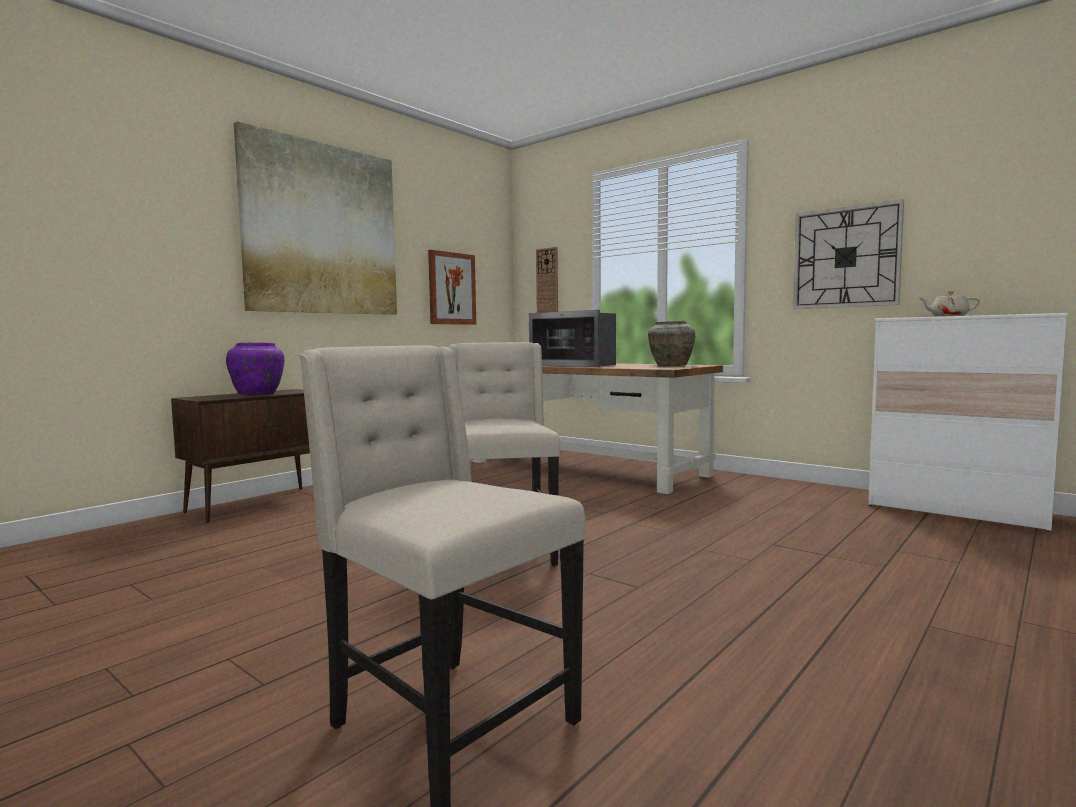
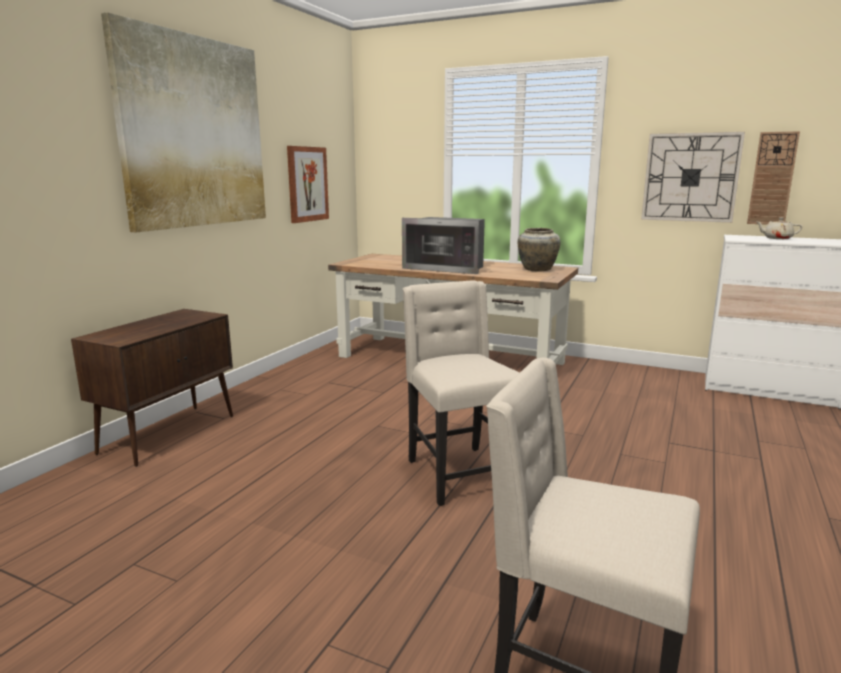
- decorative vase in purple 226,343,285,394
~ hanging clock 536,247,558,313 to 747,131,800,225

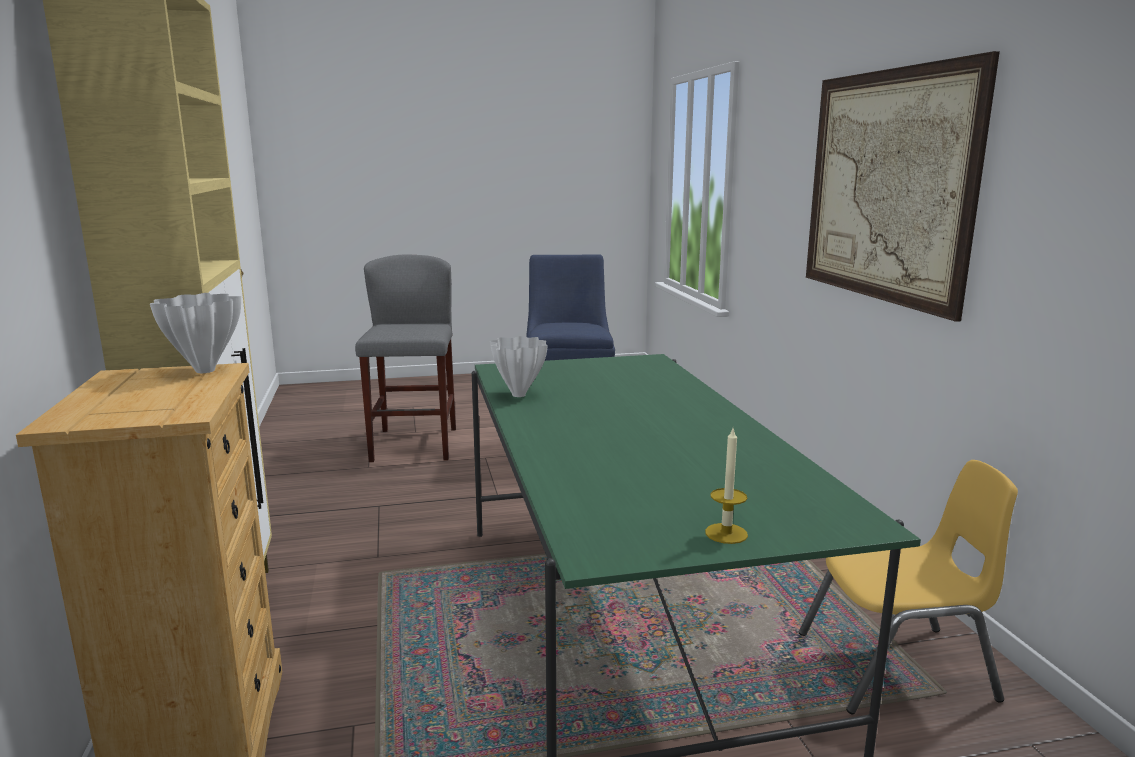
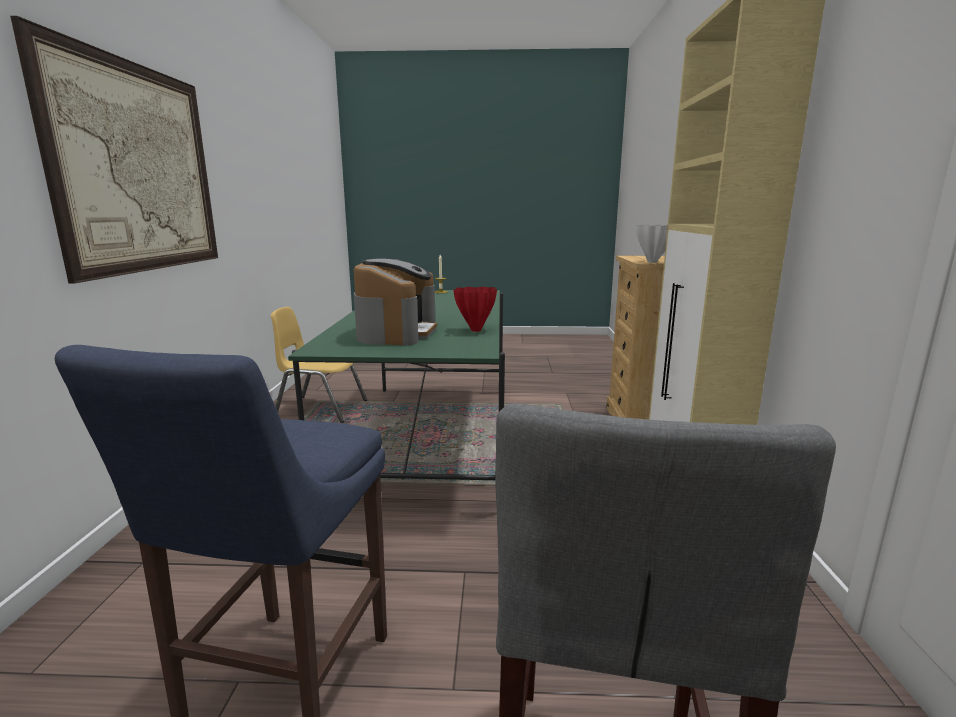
+ coffee maker 354,258,437,346
~ decorative vase in white-coloured 490,336,548,397 to decorative vase in red 453,287,497,332

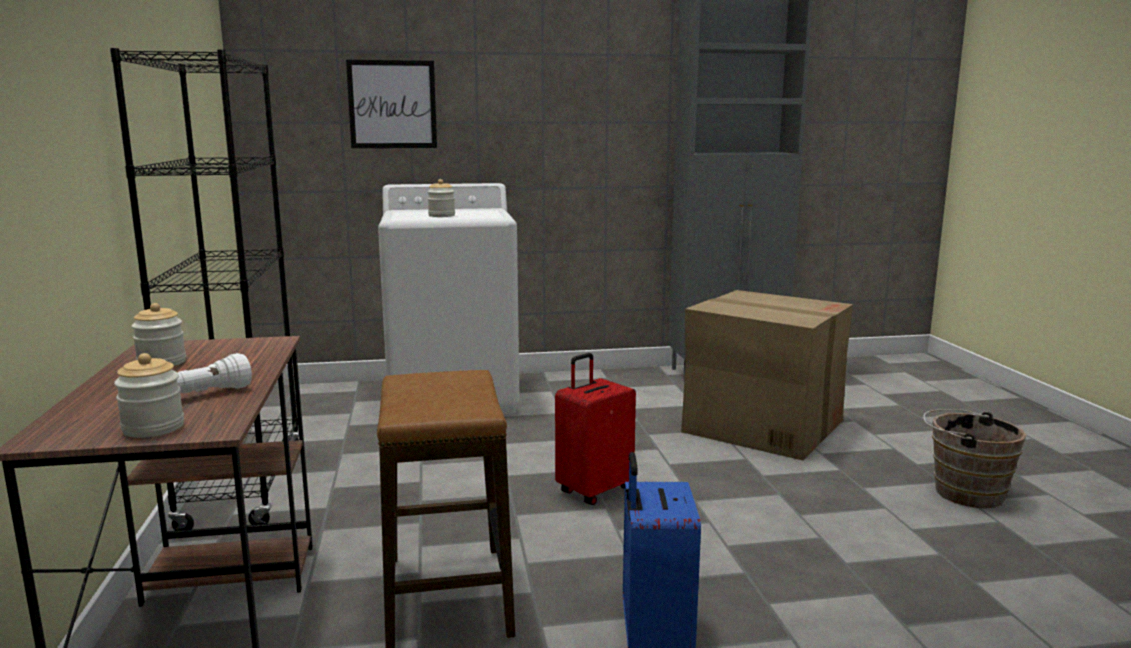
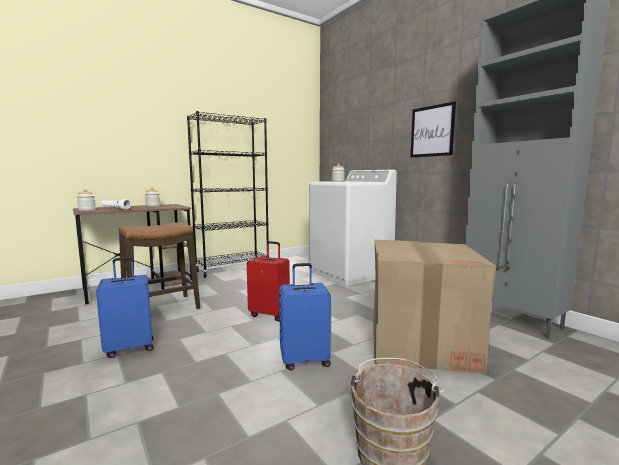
+ suitcase in blue 279,263,331,370
~ picture 346,60,437,148 to 410,101,456,158

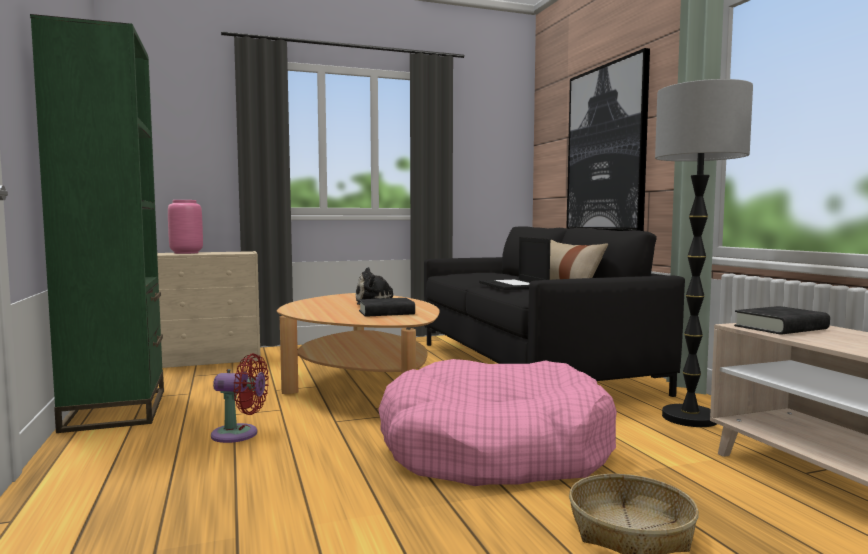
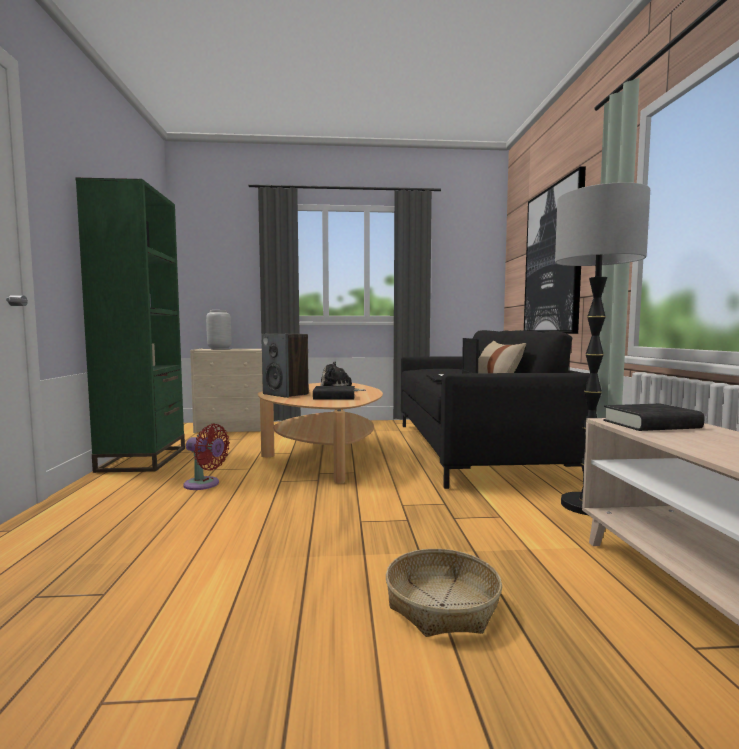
- dog bed in pink-coloured 378,359,617,486
+ loudspeaker 262,333,309,398
~ decorative vase in pink-coloured 168,200,203,254 to decorative vase in gray 206,310,231,350

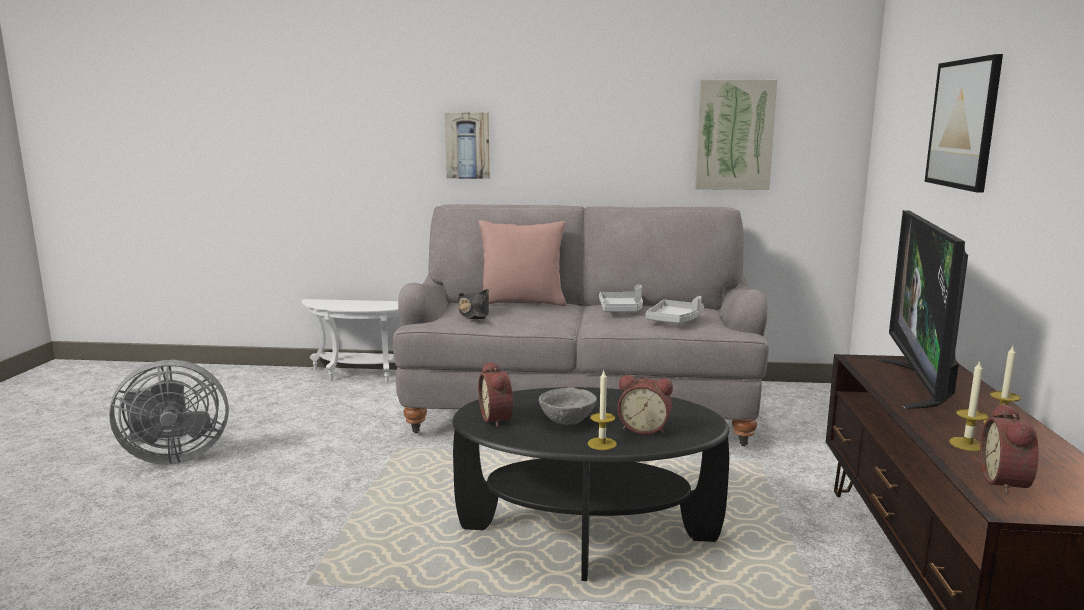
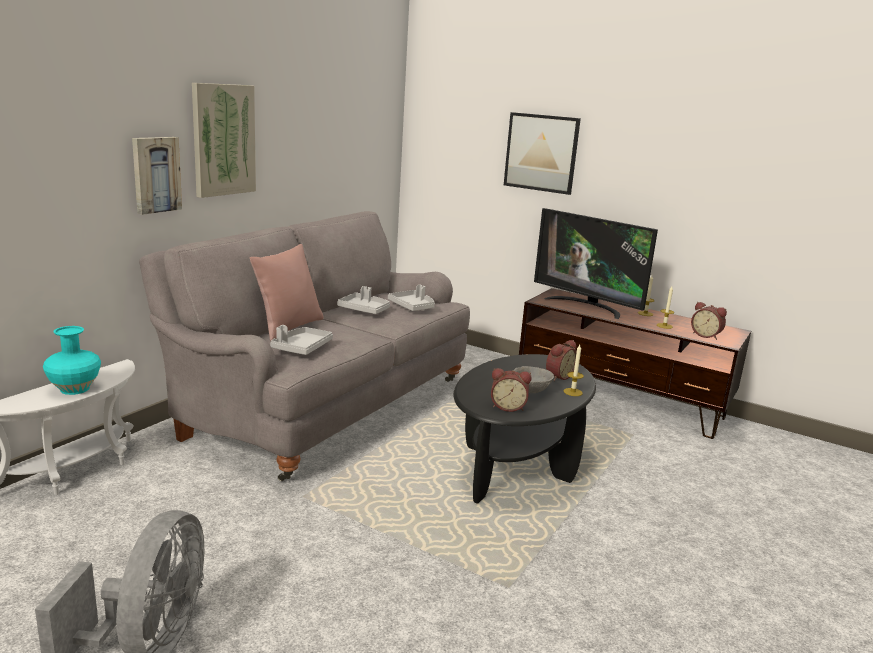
+ decorative vase in turquoise 43,326,101,395
~ picture 695,80,777,190 to 192,83,256,198
~ hat in black 458,289,489,319 to serving tray in gray 270,325,333,355

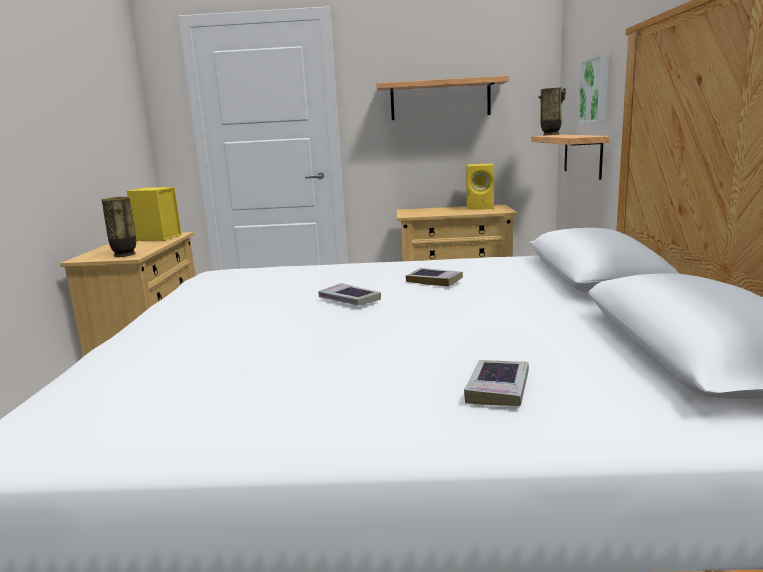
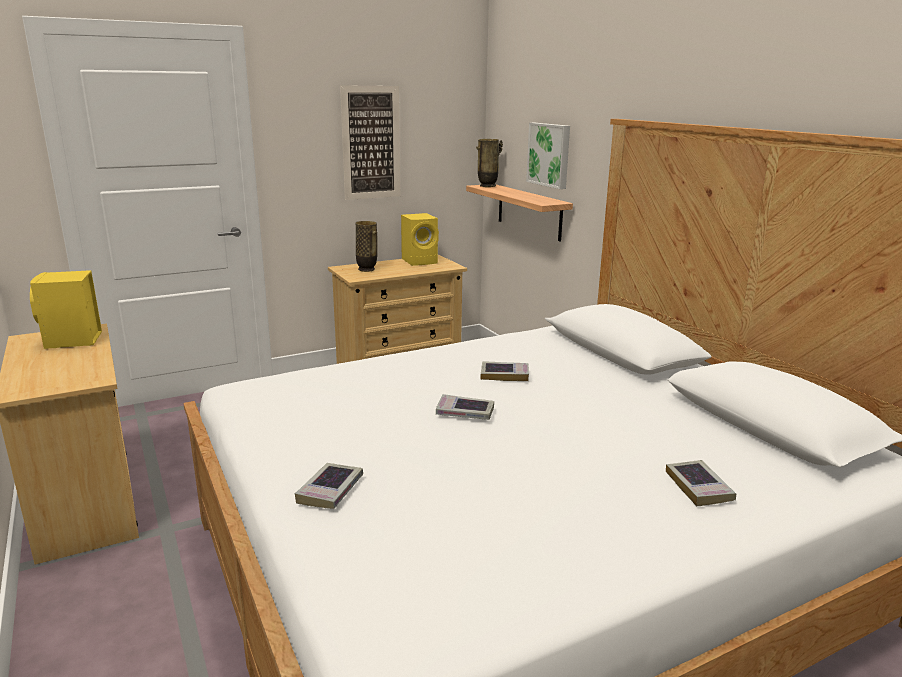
+ volume 295,463,363,509
~ decorative vase 101,197,136,257 to 355,221,377,272
~ shelf 376,76,509,120 to picture 340,85,400,200

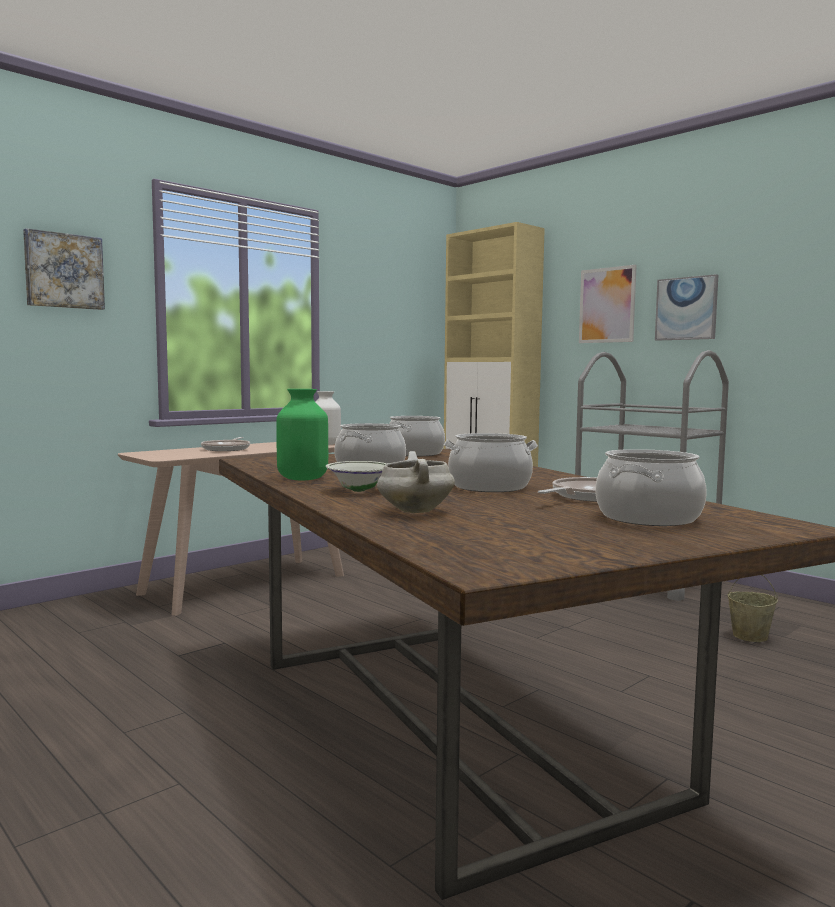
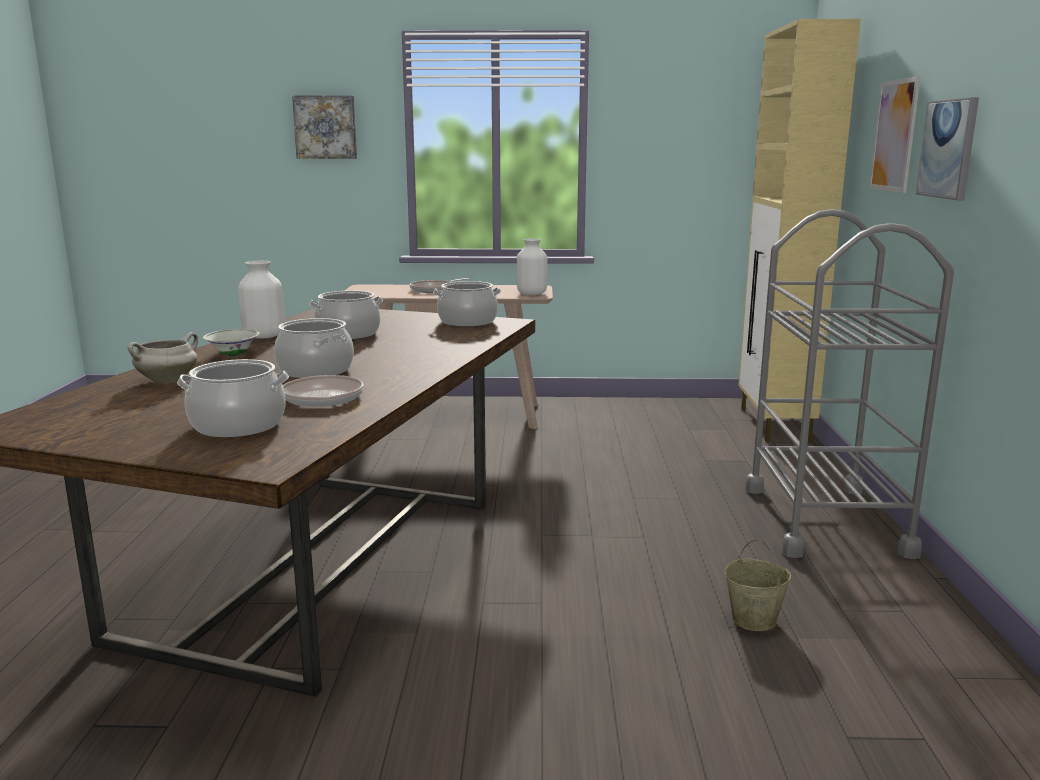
~ decorative vase in green-coloured 276,389,328,480 to decorative vase in white-coloured 238,261,285,339

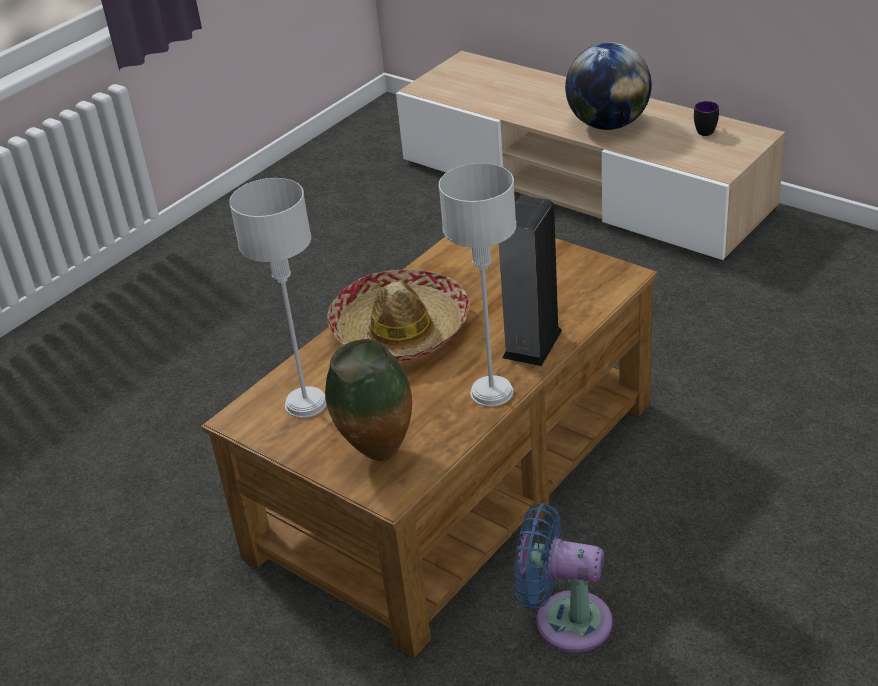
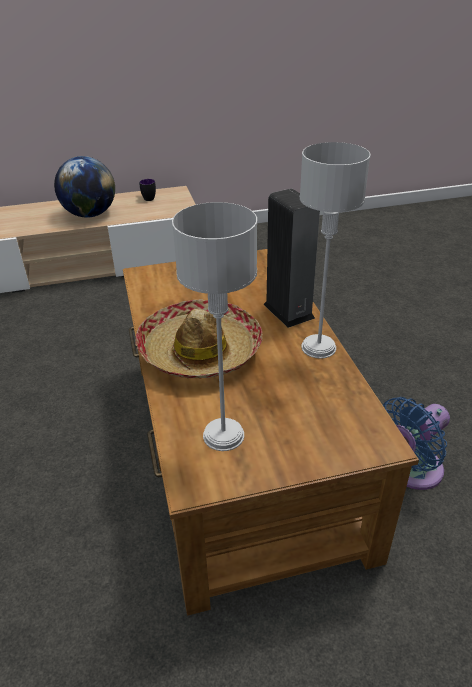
- decorative vase 325,339,412,461

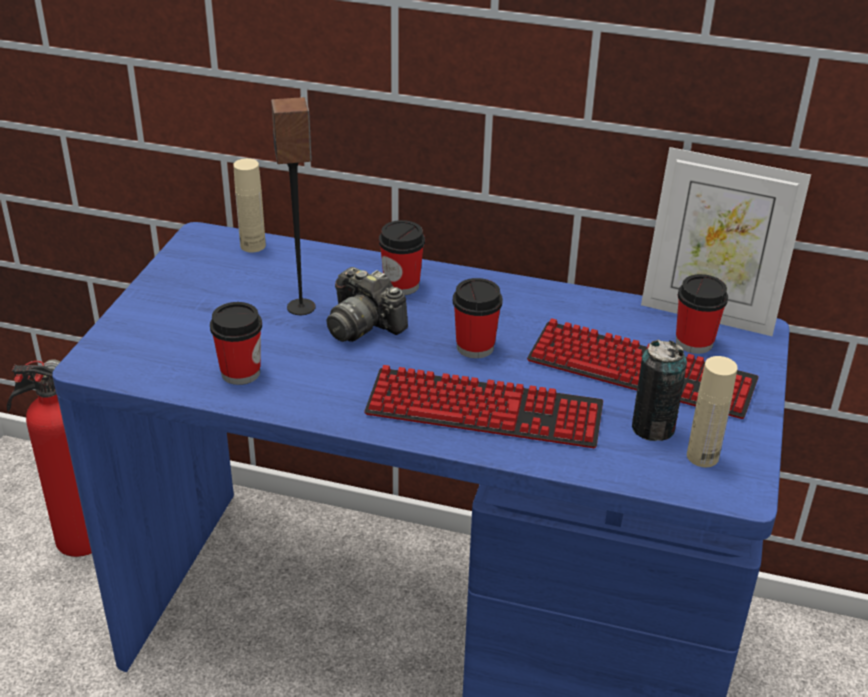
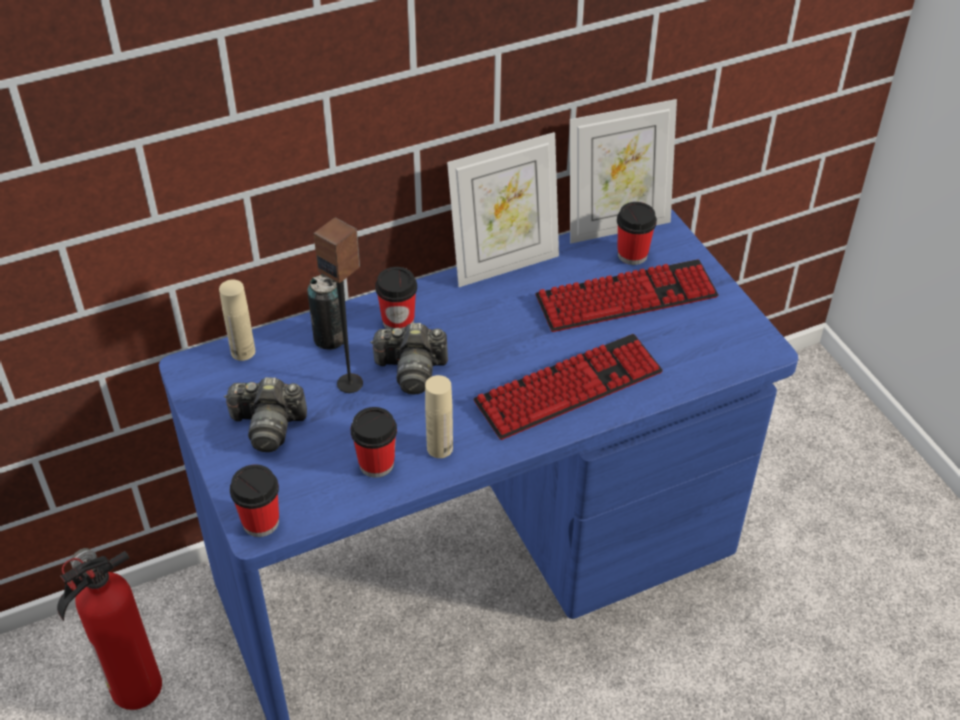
+ still camera 224,377,307,452
+ standing frame 447,132,559,287
~ drinking cup 453,278,503,358 to 230,464,279,537
~ sealed can 632,339,687,441 to 307,274,344,350
~ drink bottle in beige 687,356,738,467 to 425,375,453,458

